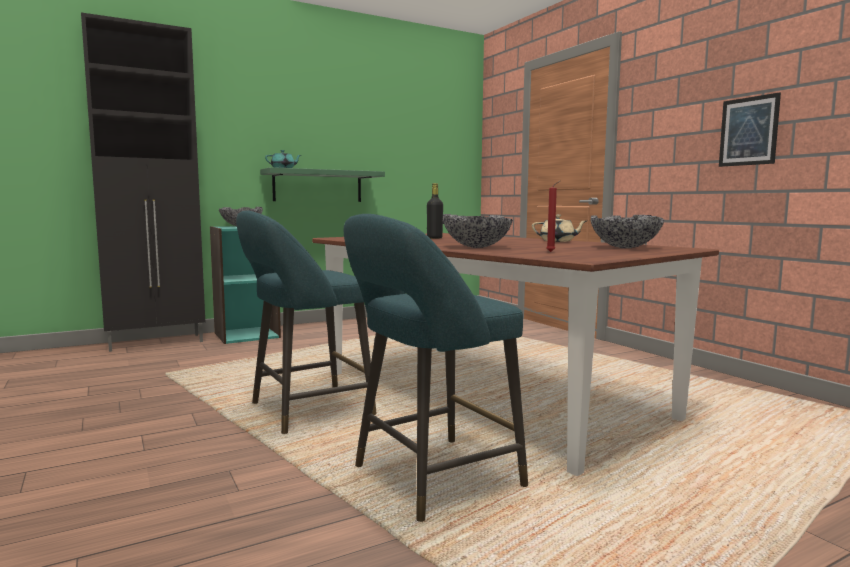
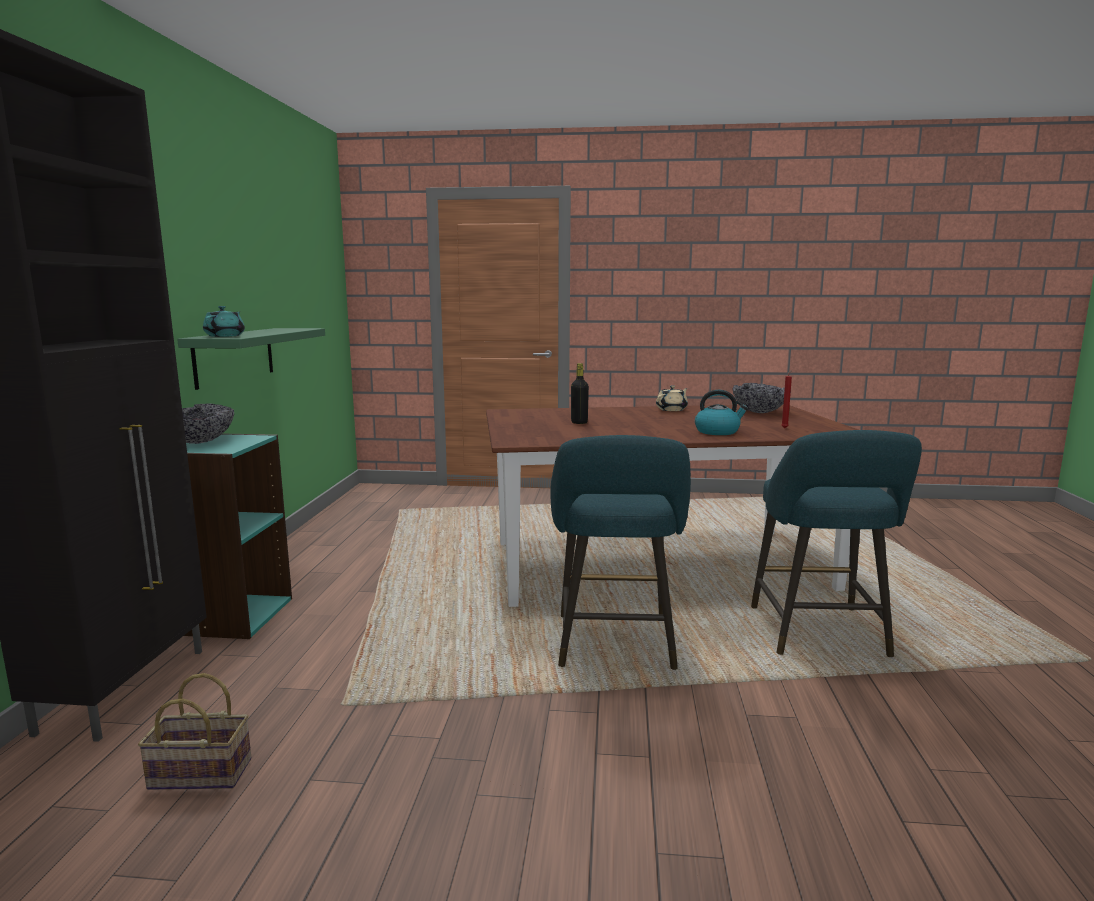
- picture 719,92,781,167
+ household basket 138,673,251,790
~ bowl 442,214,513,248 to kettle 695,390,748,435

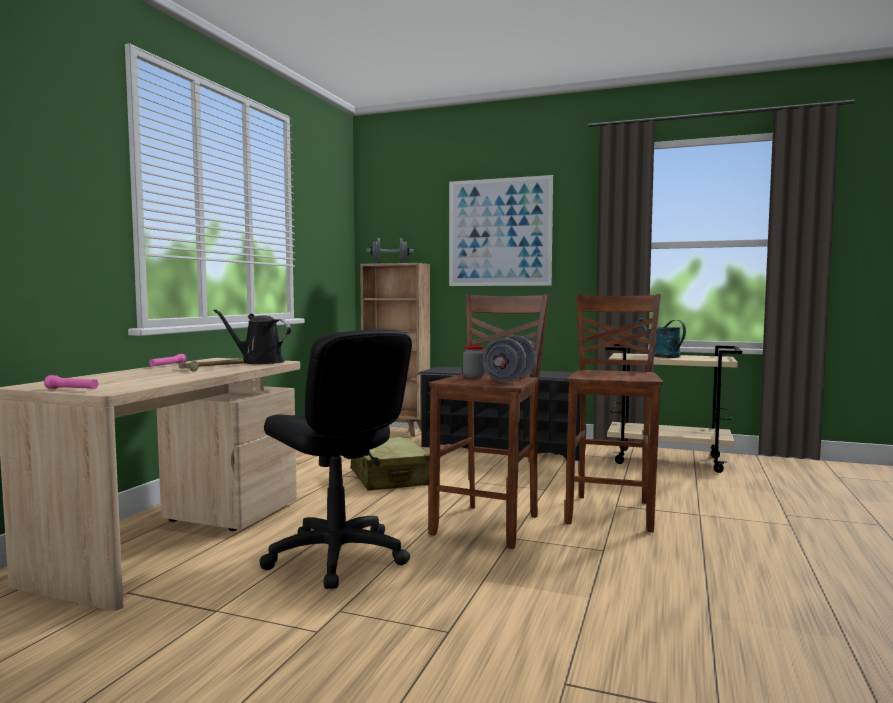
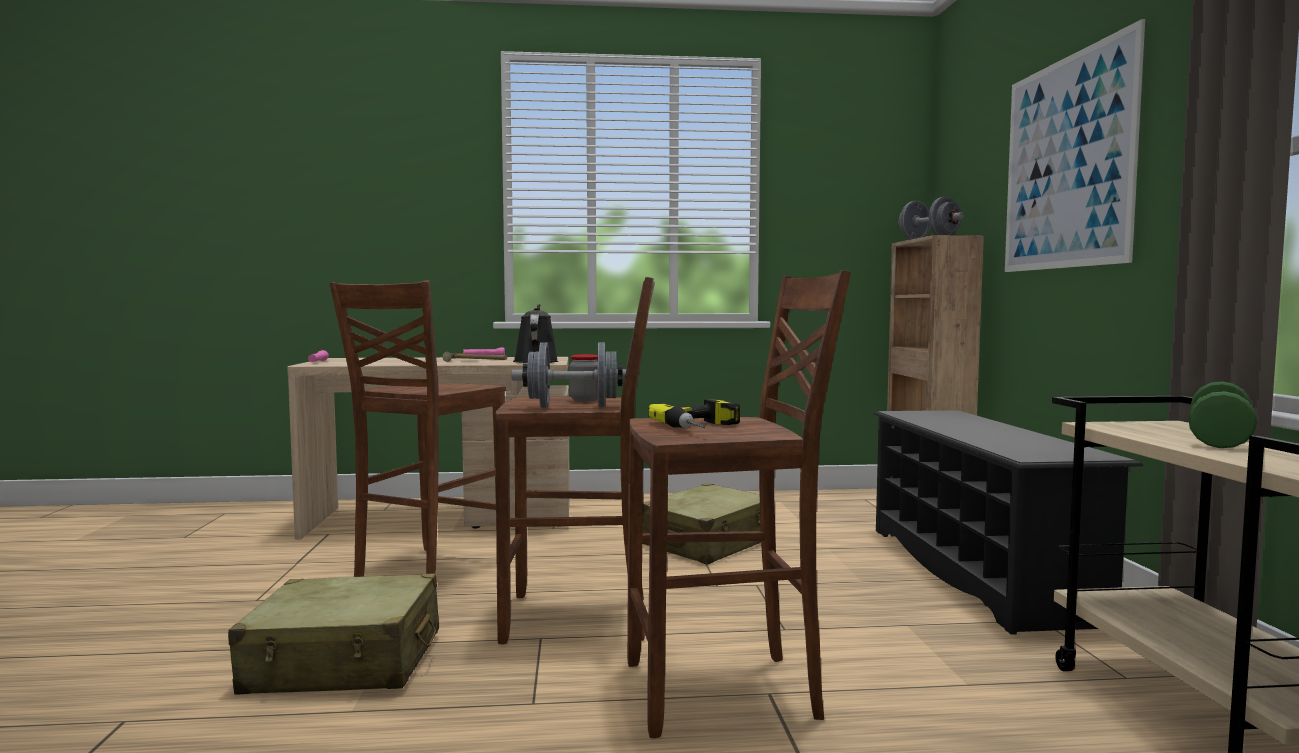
+ suitcase in beige 228,574,439,695
+ power drill 649,399,740,428
~ desk chair in black 259,329,412,589 to stool in brown 330,281,506,577
~ watering pot in turquoise 635,318,686,358 to free weight in green-coloured 1188,381,1257,448

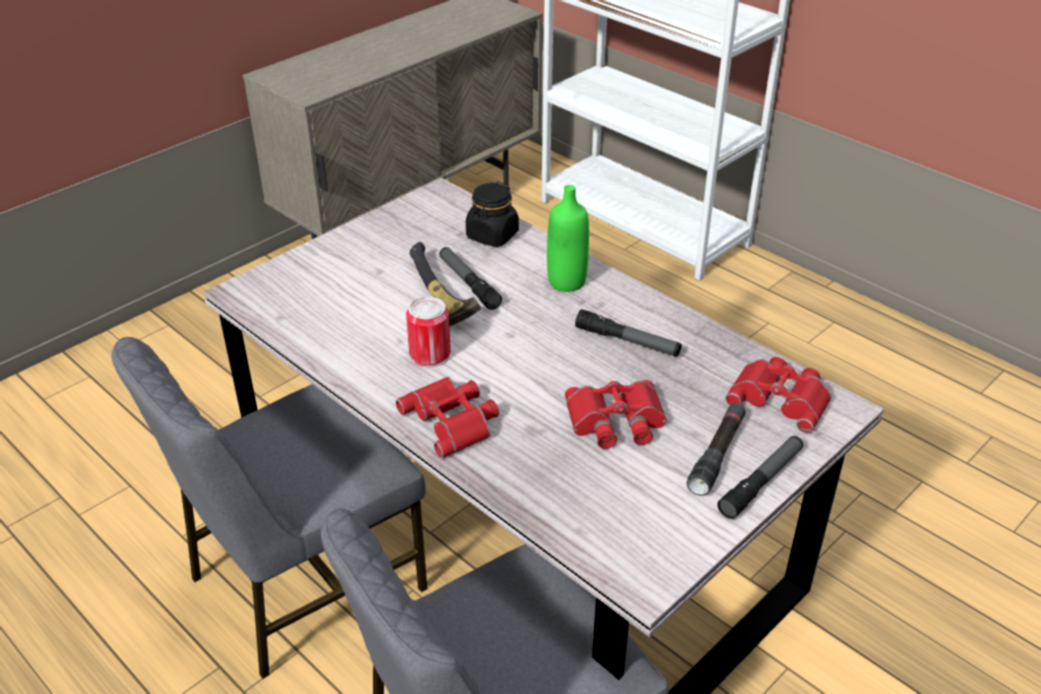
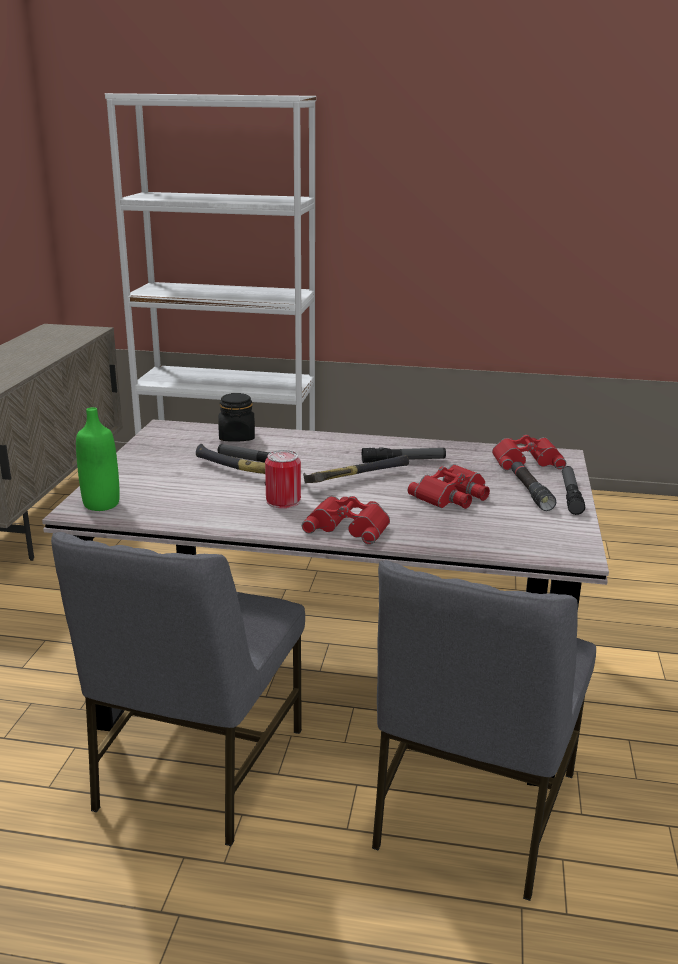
+ hand hammer 303,455,409,484
~ drink bottle in green-coloured 547,185,589,292 to 76,407,120,511

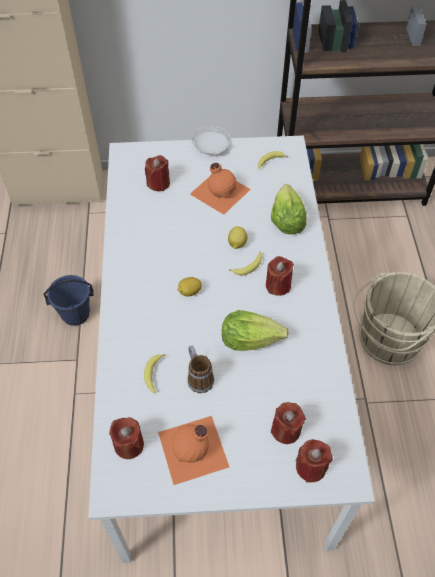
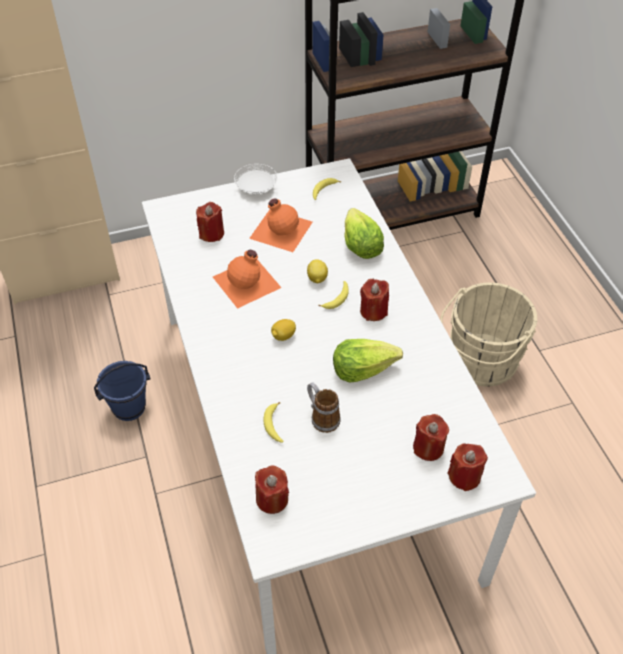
~ drink bottle in orange-coloured 158,416,229,485 to 213,250,281,309

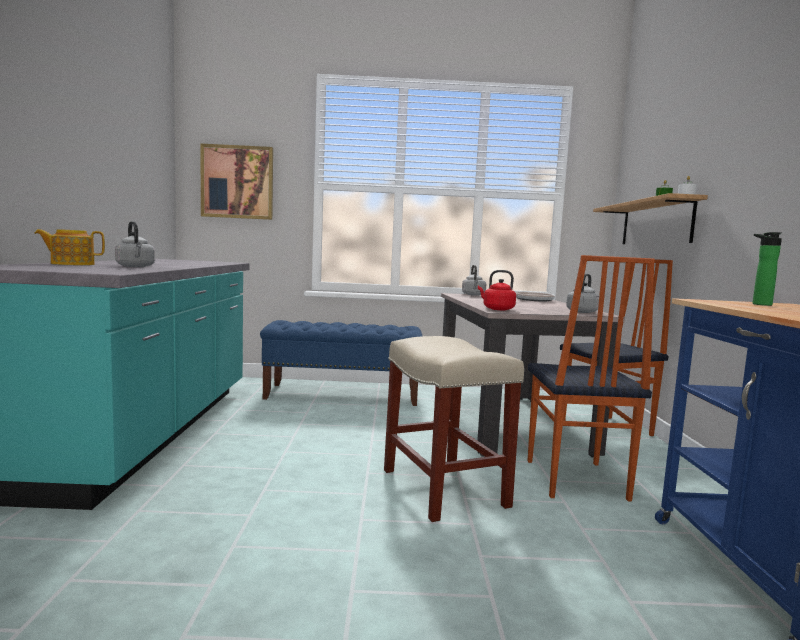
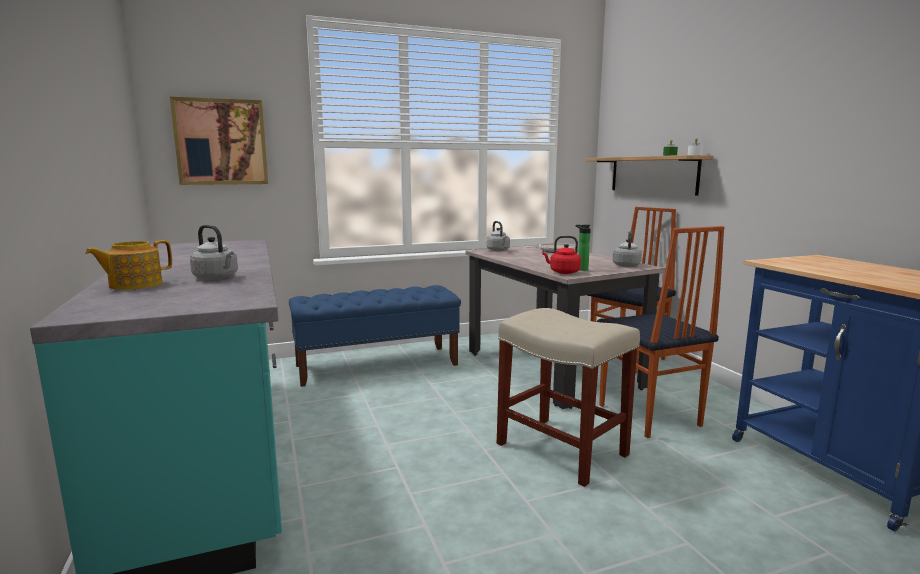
~ drink bottle 753,232,782,306 to 576,225,591,271

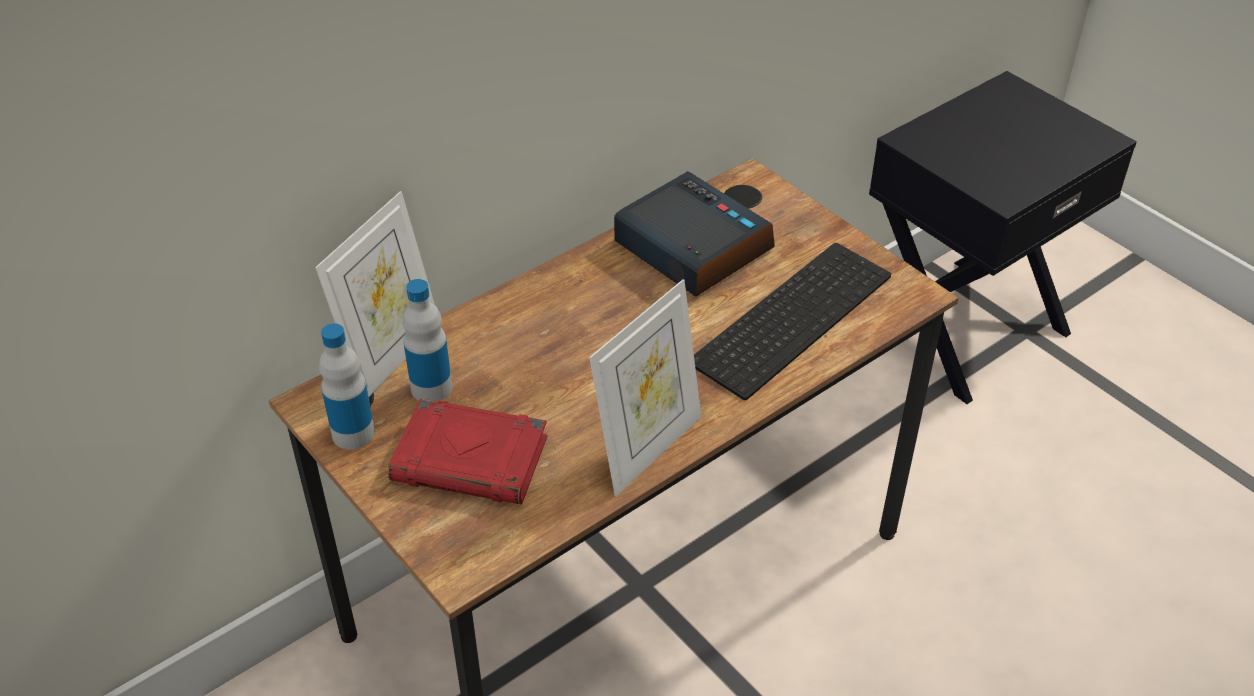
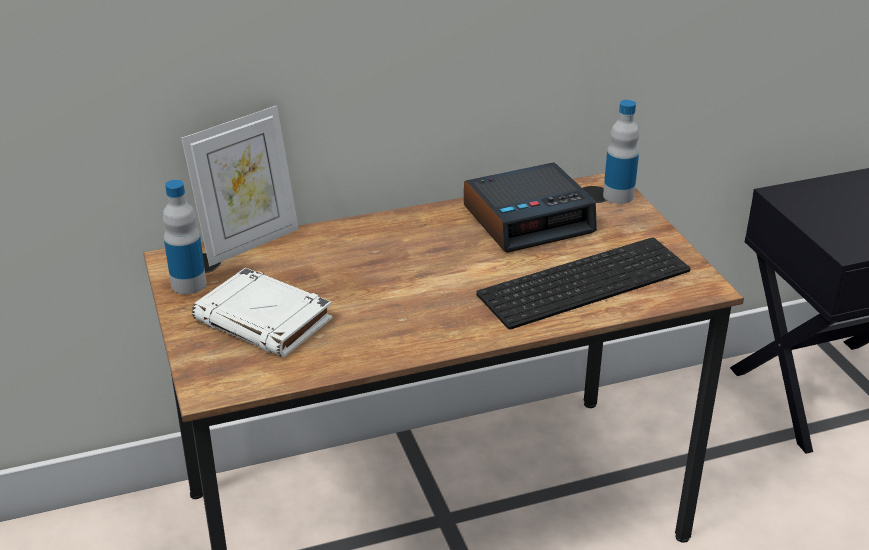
- standing frame 589,279,701,496
~ drink bottle 402,279,452,401 to 603,100,640,204
~ volume in red 388,399,547,504 to volume in white-coloured 192,268,332,357
~ bedside clock 614,171,775,297 = 464,162,597,253 90 degrees clockwise

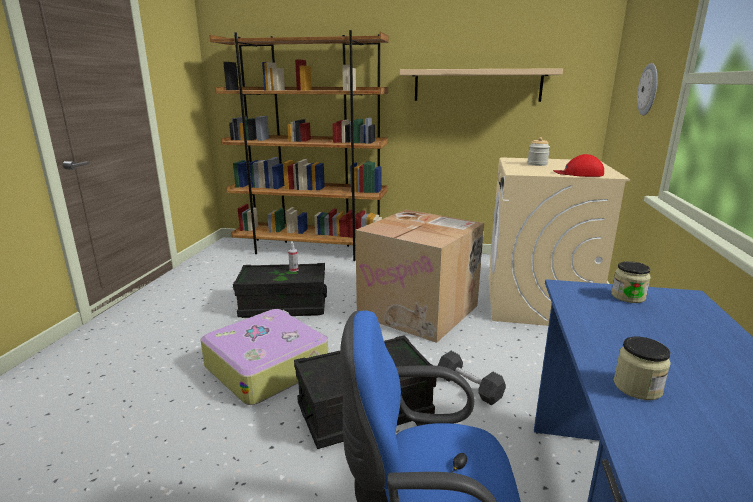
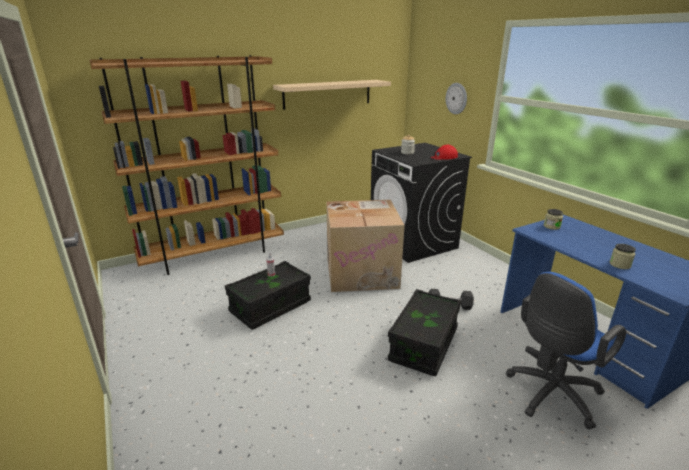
- suitcase 200,309,328,405
~ laundry appliance in beige 489,157,630,326 to laundry appliance in black 371,143,472,263

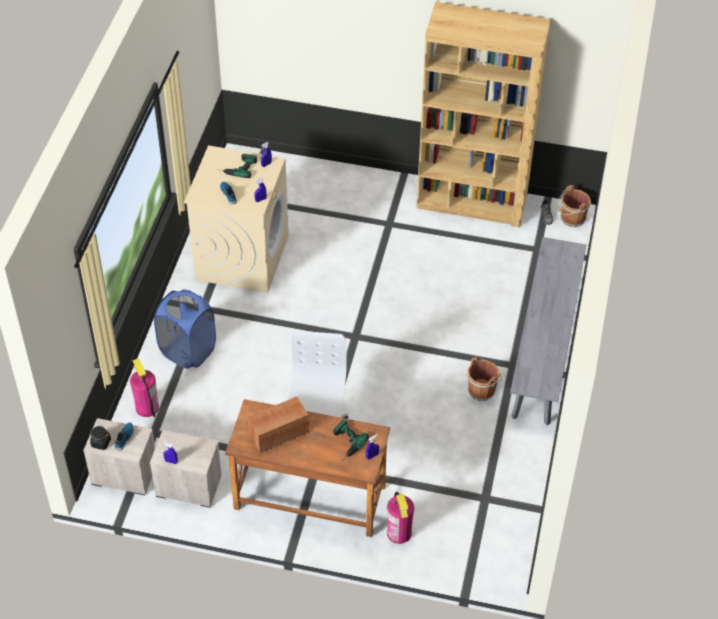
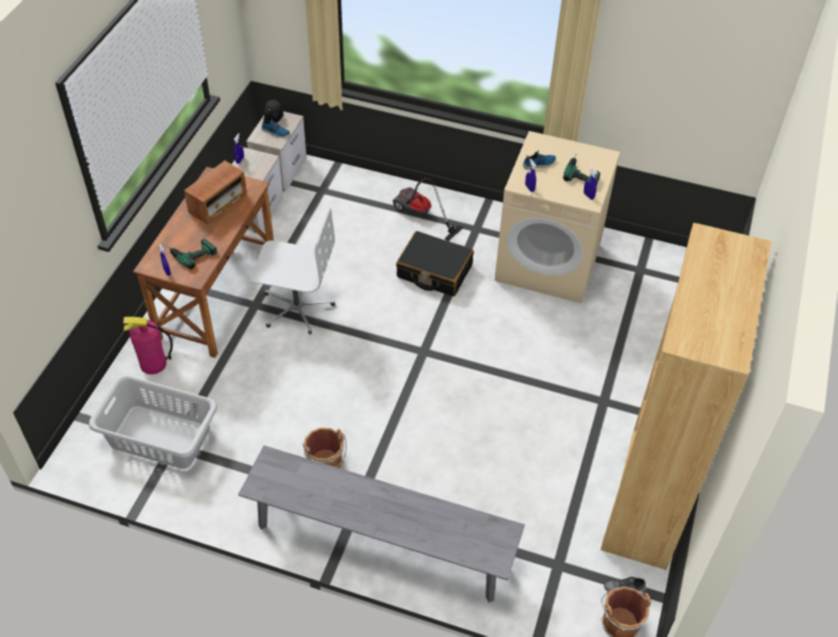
- extinguisher 130,358,159,417
+ laundry basket in gray 89,375,218,469
+ suitcase in black 396,231,474,297
~ laundry basket in blue 154,289,216,369 to vacuum 393,178,464,241
~ radio 247,397,309,453 = 184,160,247,224 60 degrees clockwise

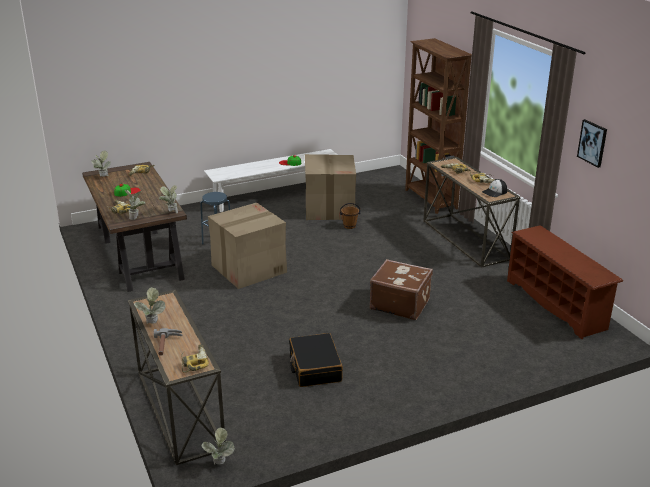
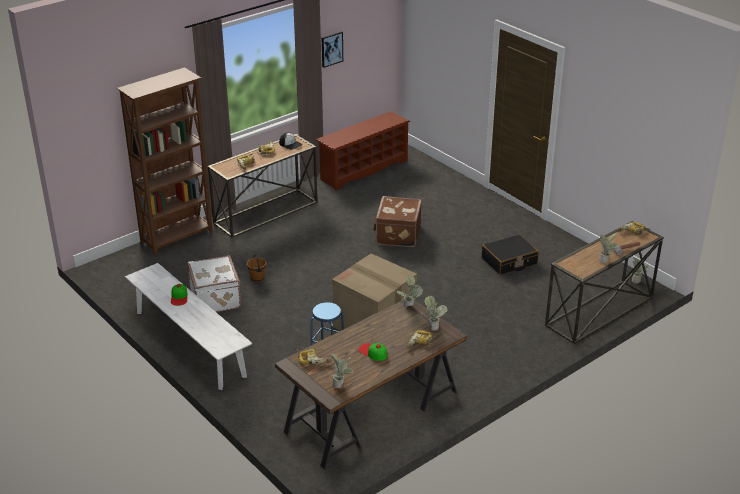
~ cardboard box 305,154,356,220 to suitcase in white-coloured 187,255,241,312

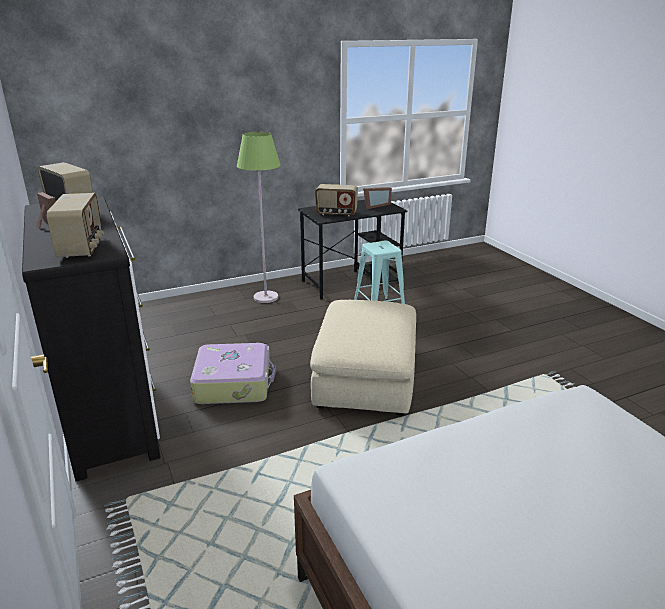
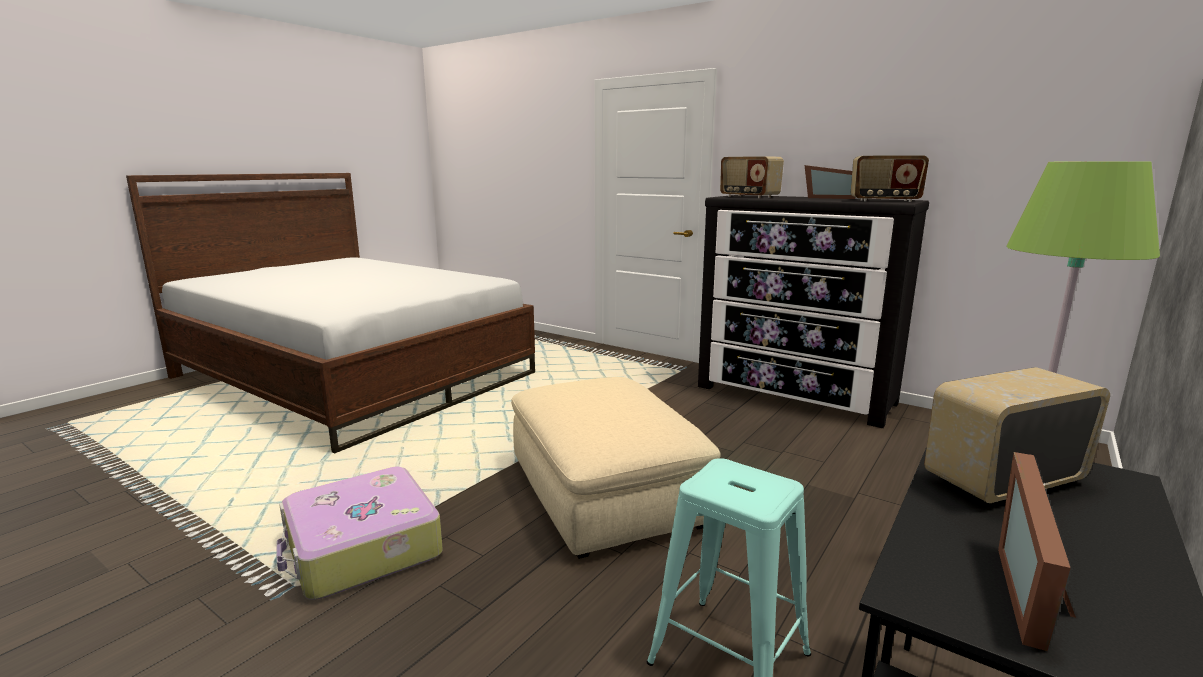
~ suitcase 190,343,276,404 to 277,467,443,599

